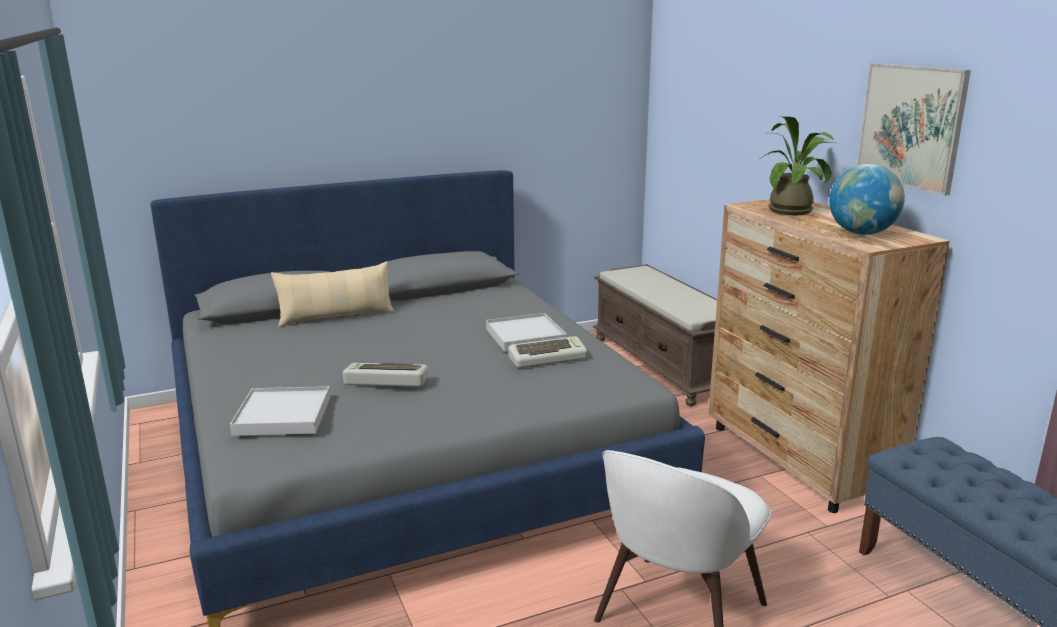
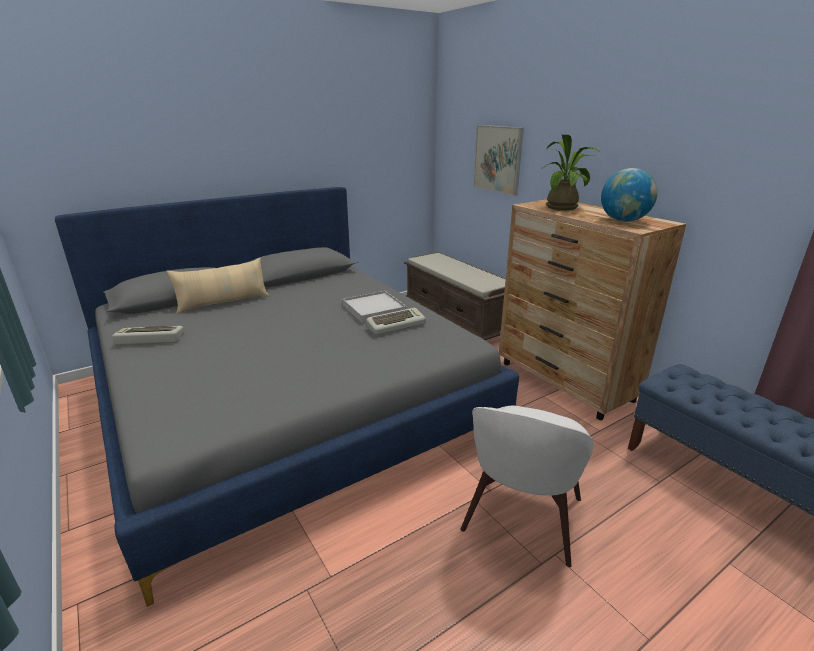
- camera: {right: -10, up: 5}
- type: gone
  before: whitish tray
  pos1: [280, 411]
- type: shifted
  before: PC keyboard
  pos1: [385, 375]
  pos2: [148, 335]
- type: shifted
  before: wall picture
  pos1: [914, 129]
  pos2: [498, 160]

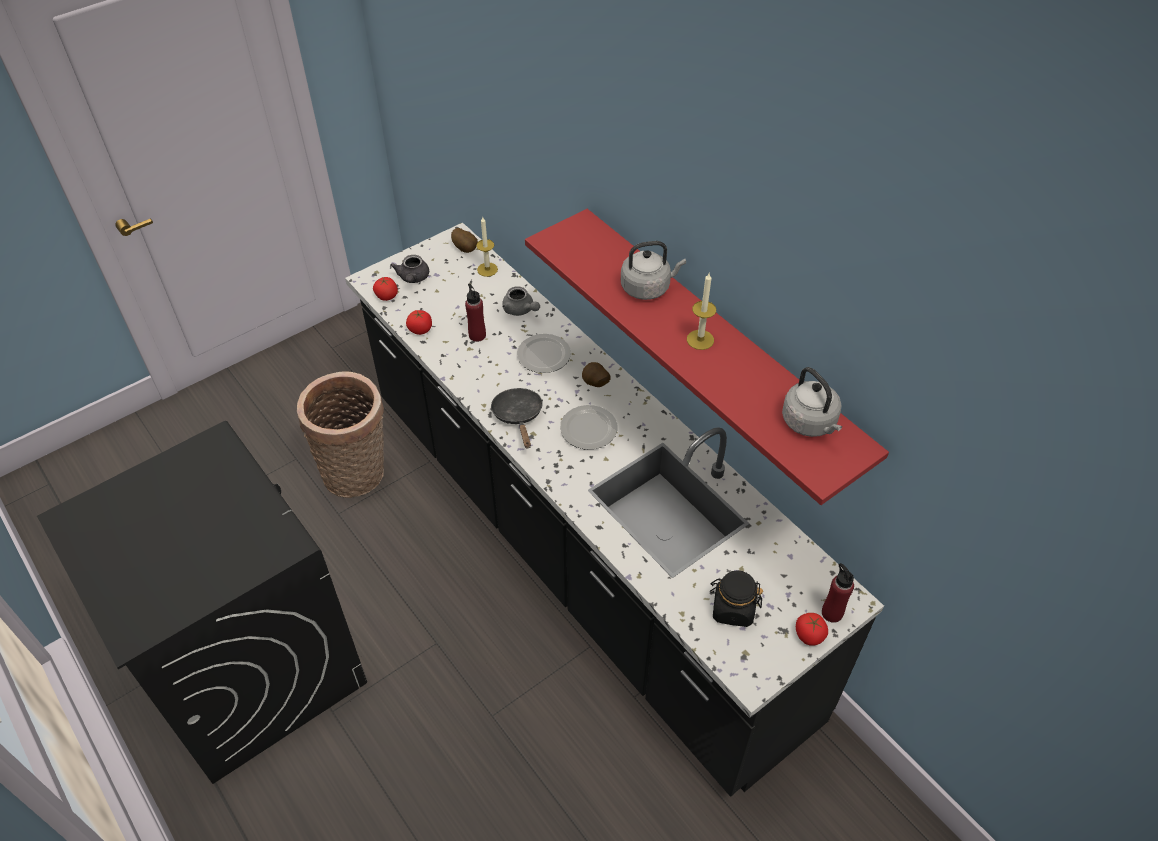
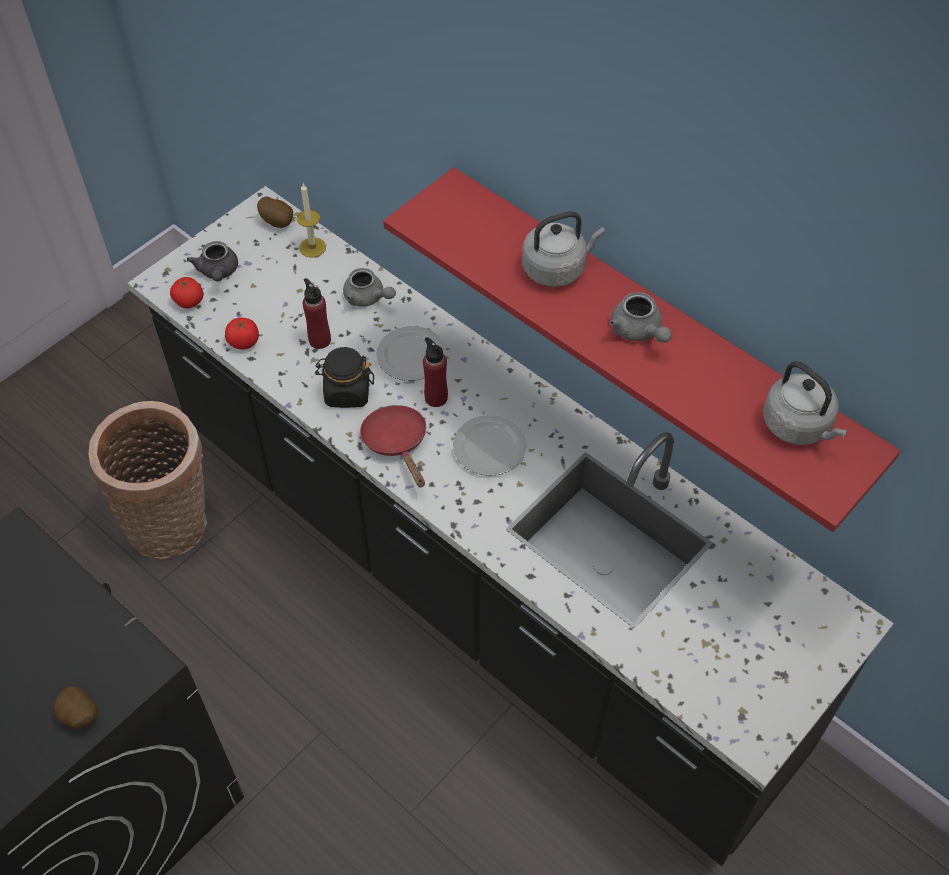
- camera: {right: -10, up: 5}
- type: gone
  before: fresh tomato
  pos1: [812, 629]
- type: shifted
  before: spud
  pos1: [596, 374]
  pos2: [75, 708]
- type: shifted
  before: blackish jar
  pos1: [736, 598]
  pos2: [344, 377]
- type: shifted
  before: reddish beverage bottle
  pos1: [838, 593]
  pos2: [435, 372]
- type: swapped
  before: wax candle
  after: gray pot for tea
  pos1: [701, 311]
  pos2: [641, 317]
- type: repainted
  before: blackish frying pan
  after: reddish frying pan
  pos1: [516, 418]
  pos2: [393, 446]

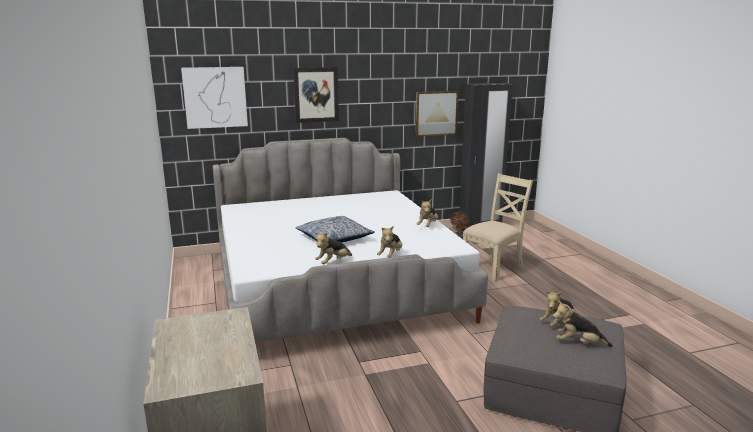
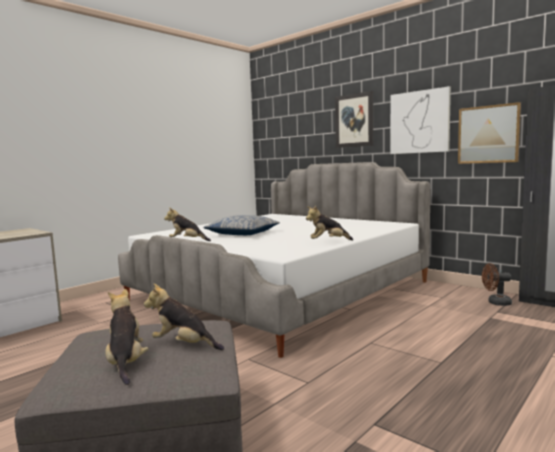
- camera: {right: 60, up: -10}
- type: gone
  before: soft toy
  pos1: [389, 241]
- type: gone
  before: beige plain chair
  pos1: [498, 227]
- type: shifted
  before: wall picture
  pos1: [214, 98]
  pos2: [420, 120]

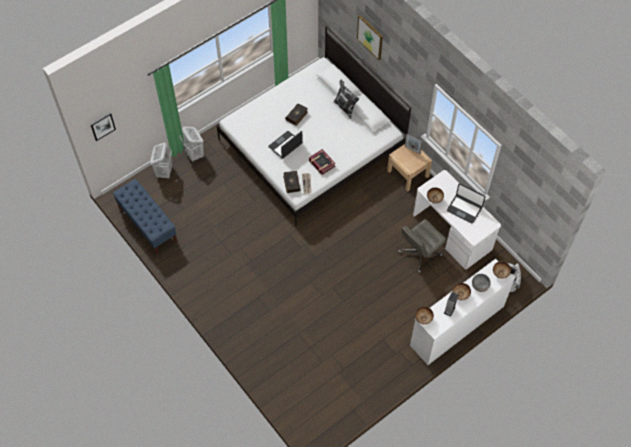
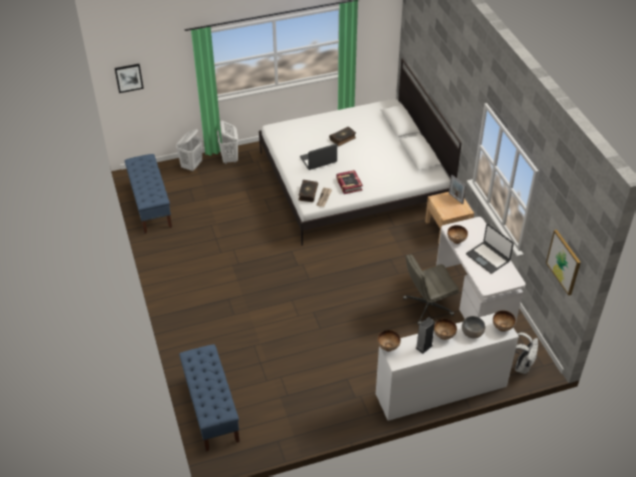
- camera: {right: 20, up: -15}
- type: gone
  before: cushion
  pos1: [346, 99]
- type: new
  after: blue-coloured long seat
  pos2: [209, 397]
- type: shifted
  before: wall picture
  pos1: [370, 37]
  pos2: [563, 262]

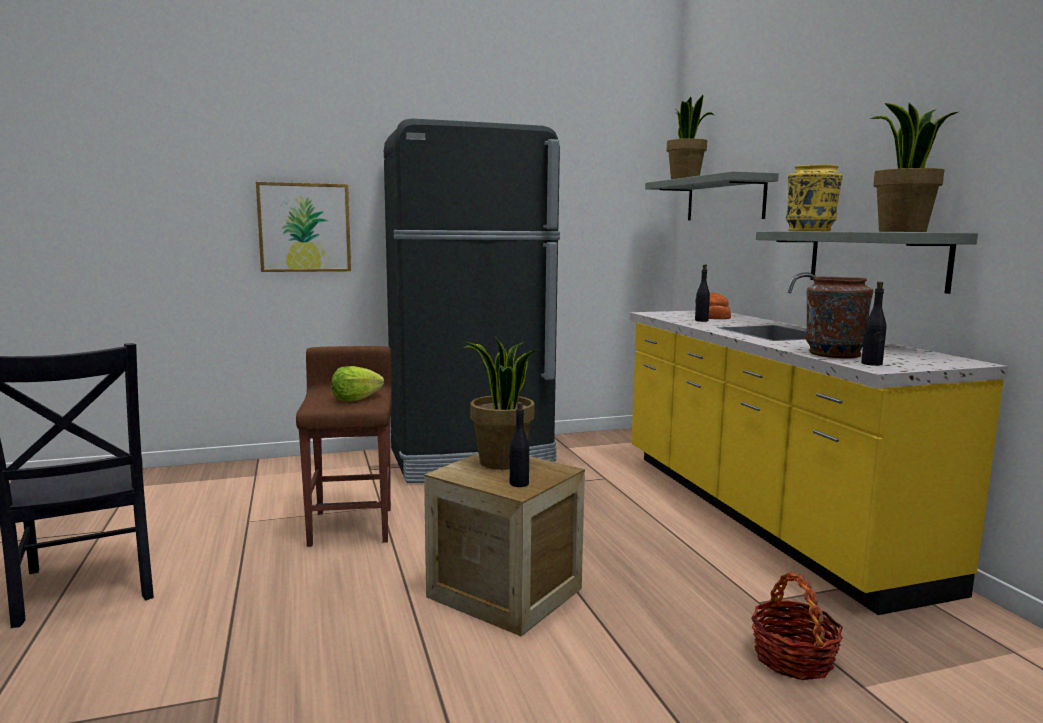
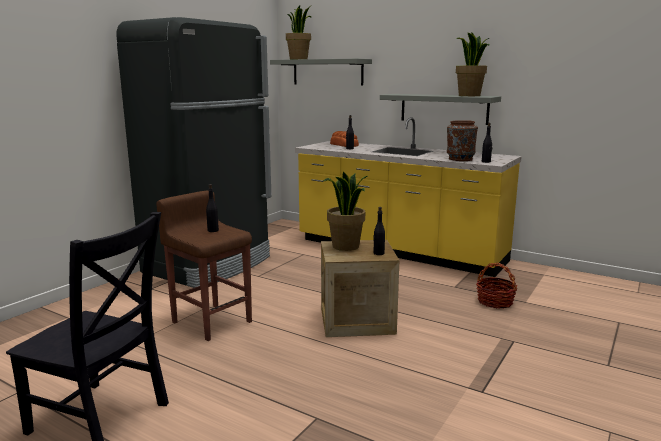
- camera: {right: -40, up: 5}
- type: gone
  before: wall picture
  pos1: [303, 227]
- type: gone
  before: yellow-coloured decorative vase
  pos1: [814, 197]
- type: swapped
  before: head of lettuce
  after: blackish beverage bottle
  pos1: [358, 383]
  pos2: [212, 208]

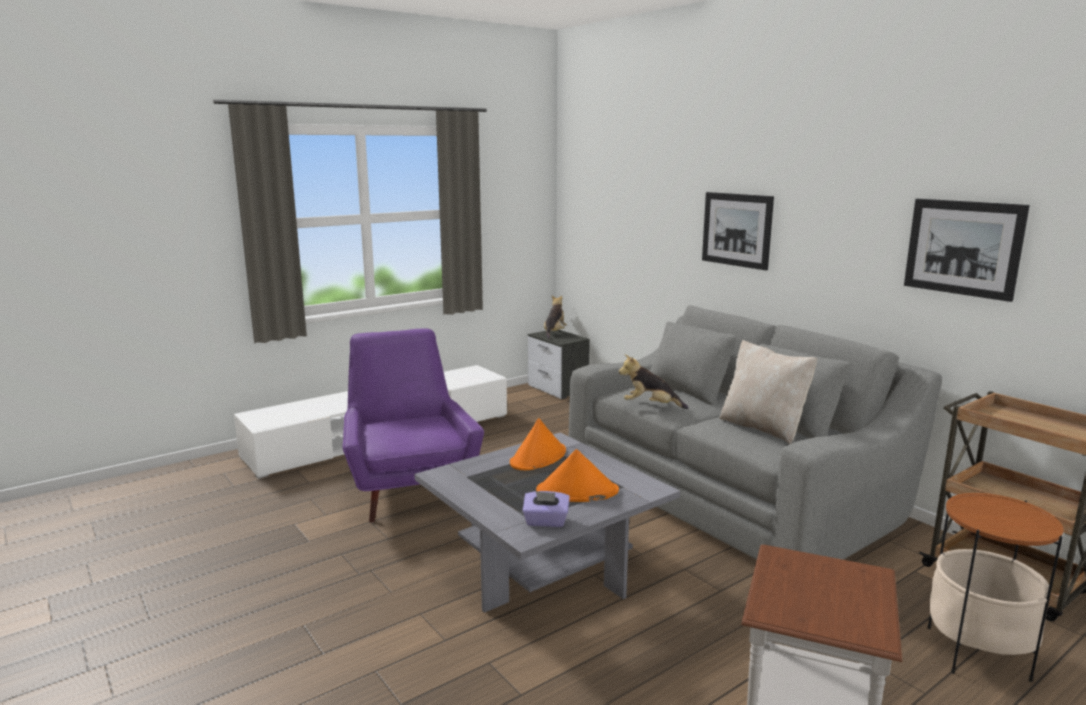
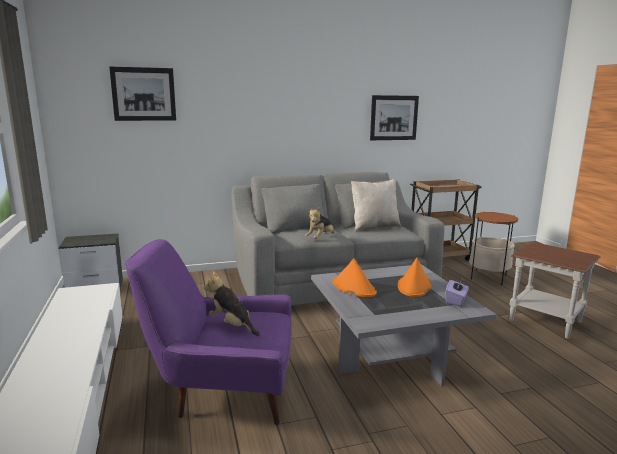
- camera: {right: -70, up: 0}
- type: shifted
  before: soft toy
  pos1: [555, 317]
  pos2: [232, 304]
- type: shifted
  before: wall picture
  pos1: [738, 231]
  pos2: [142, 94]

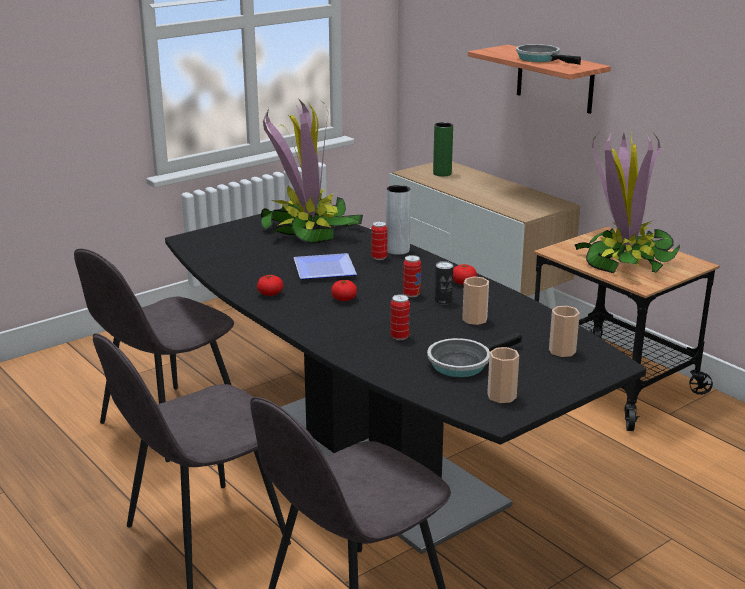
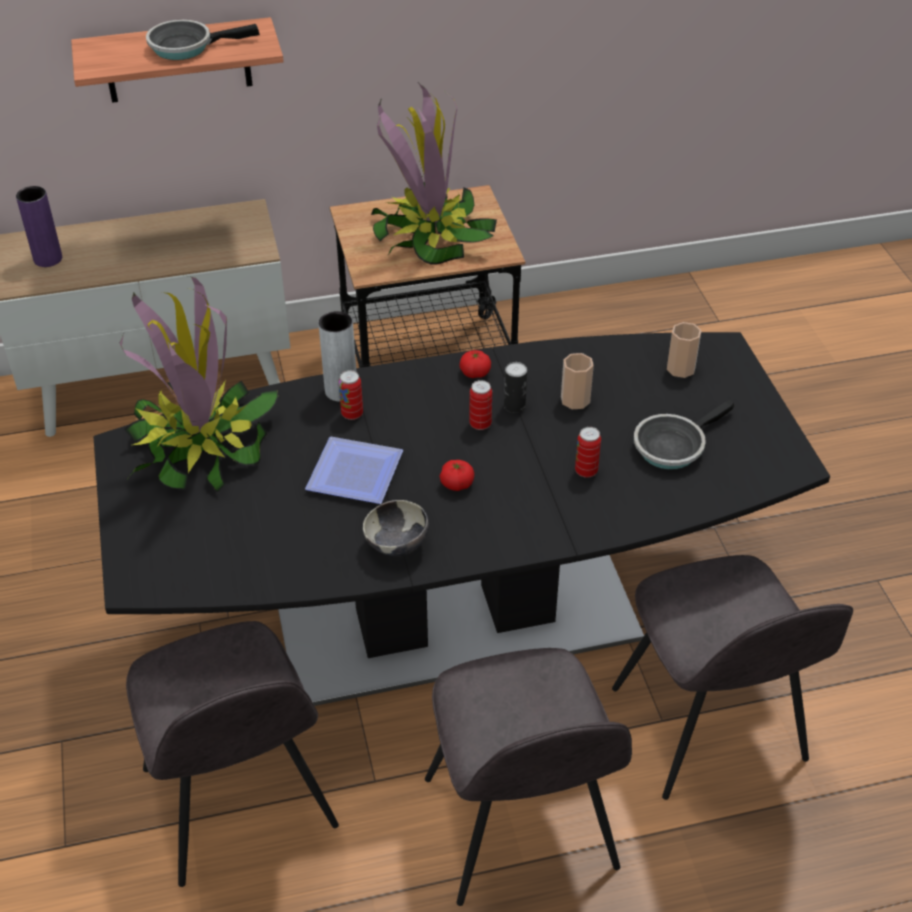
- camera: {right: -65, up: 20}
- type: gone
  before: small cup
  pos1: [503, 375]
- type: swapped
  before: fresh tomato
  after: serving bowl
  pos1: [270, 285]
  pos2: [396, 528]
- type: repainted
  before: green-coloured decorative vase
  after: purplish decorative vase
  pos1: [443, 149]
  pos2: [39, 226]
- type: rotated
  before: frying pan
  pos1: [474, 354]
  pos2: [684, 435]
  turn: 60

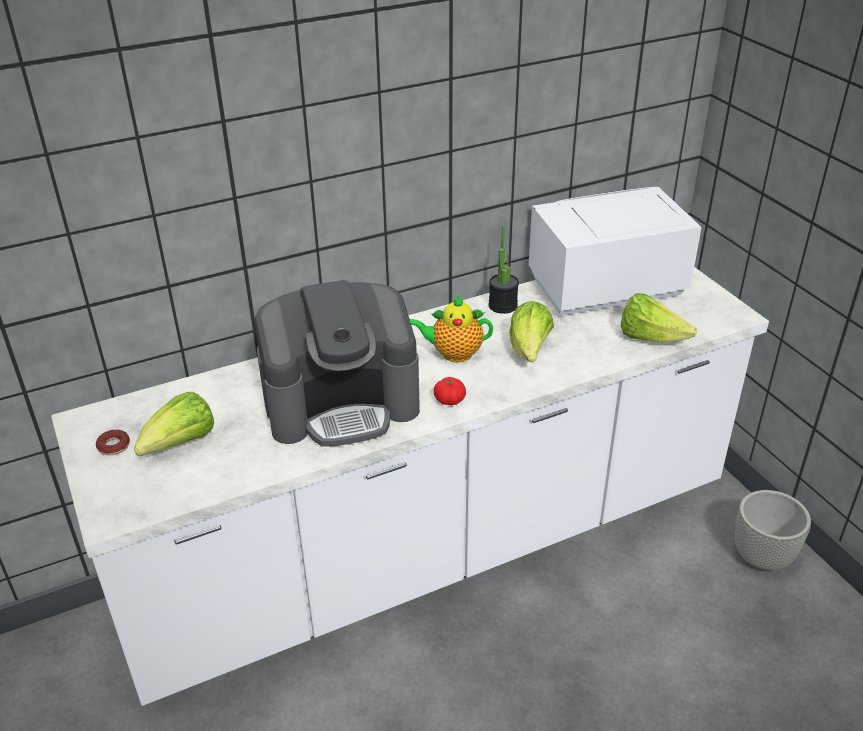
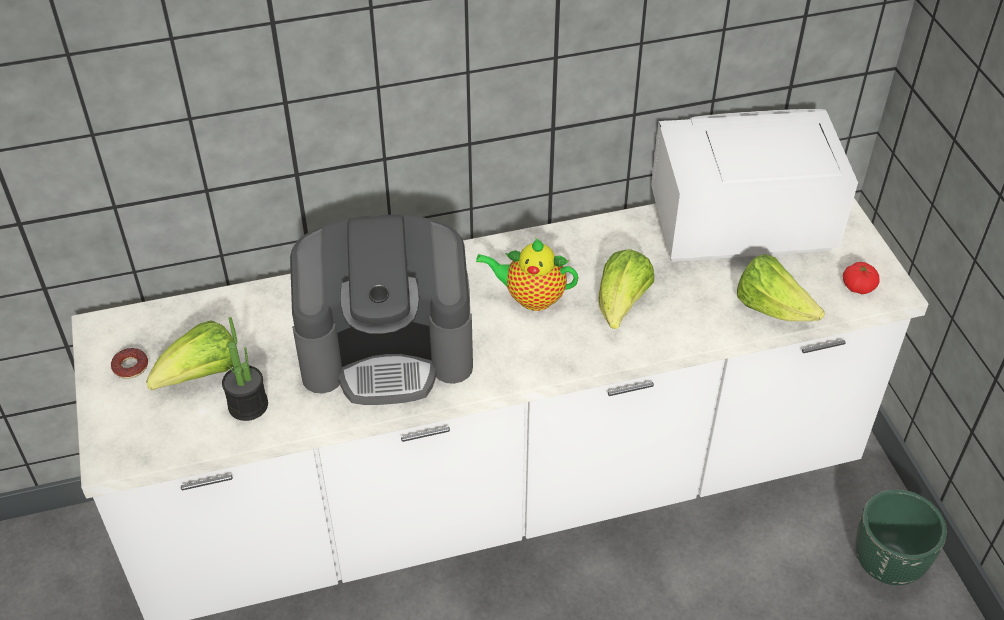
- camera: {right: 10, up: 10}
- type: shifted
  before: fresh tomato
  pos1: [450, 391]
  pos2: [861, 278]
- type: shifted
  before: plant in a pot
  pos1: [504, 270]
  pos2: [245, 369]
- type: repainted
  before: gray plant pot
  after: green-coloured plant pot
  pos1: [773, 530]
  pos2: [901, 537]

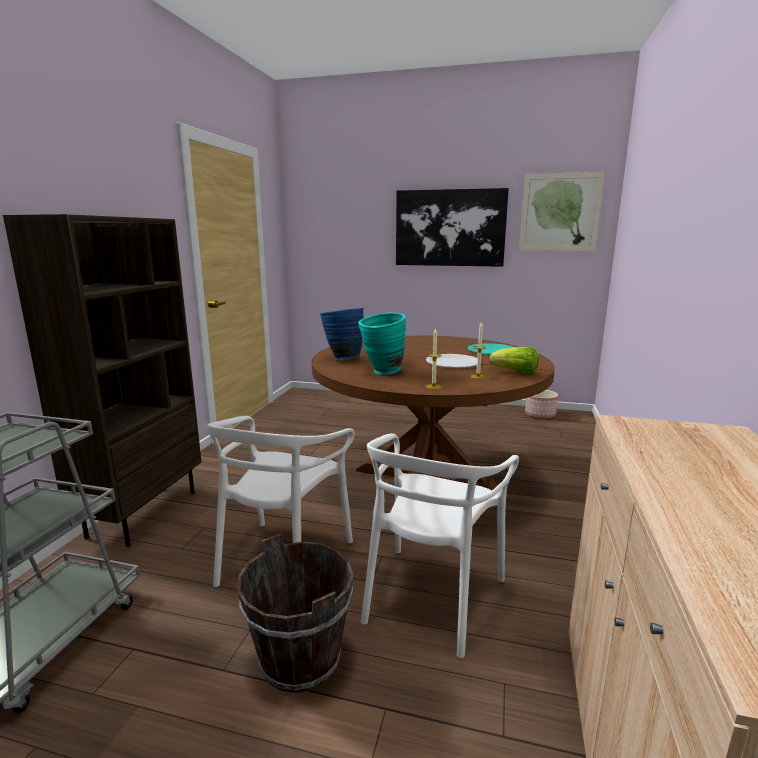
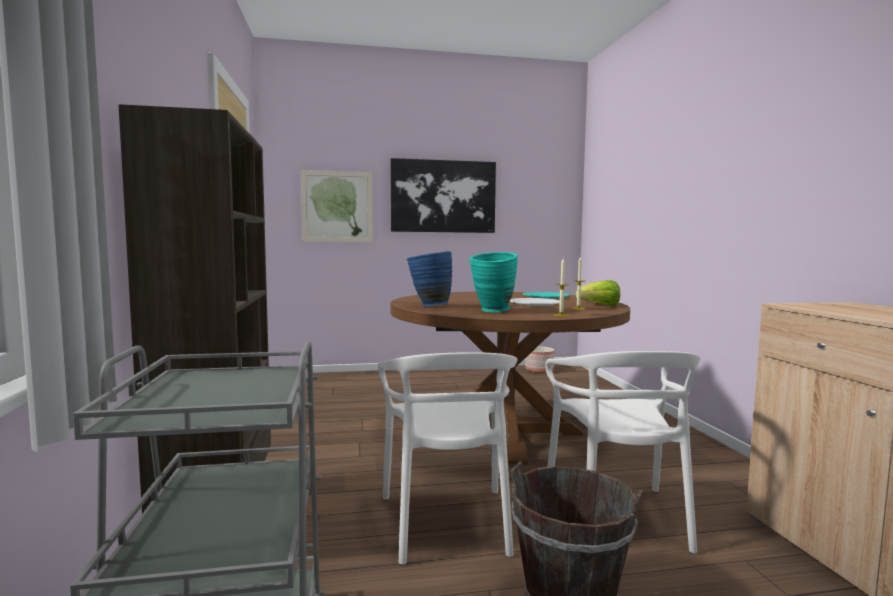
- camera: {right: -25, up: -10}
- type: shifted
  before: wall picture
  pos1: [562, 211]
  pos2: [337, 206]

